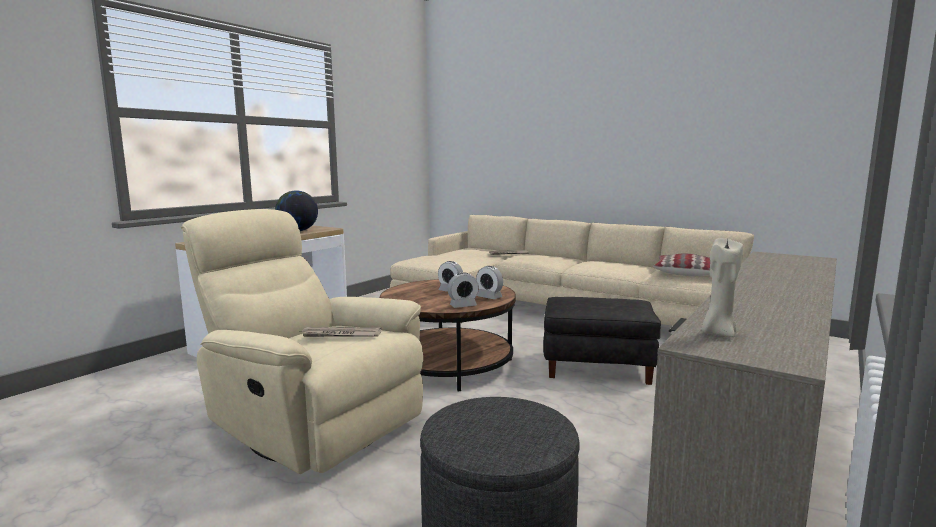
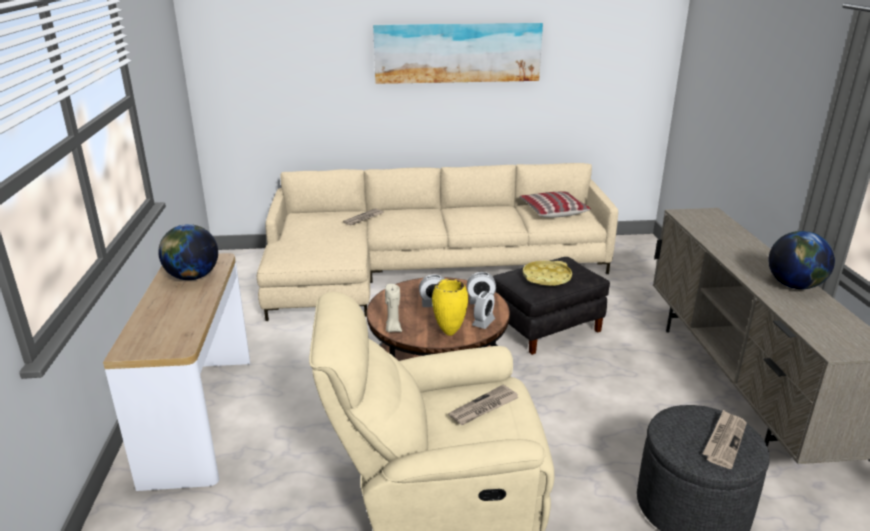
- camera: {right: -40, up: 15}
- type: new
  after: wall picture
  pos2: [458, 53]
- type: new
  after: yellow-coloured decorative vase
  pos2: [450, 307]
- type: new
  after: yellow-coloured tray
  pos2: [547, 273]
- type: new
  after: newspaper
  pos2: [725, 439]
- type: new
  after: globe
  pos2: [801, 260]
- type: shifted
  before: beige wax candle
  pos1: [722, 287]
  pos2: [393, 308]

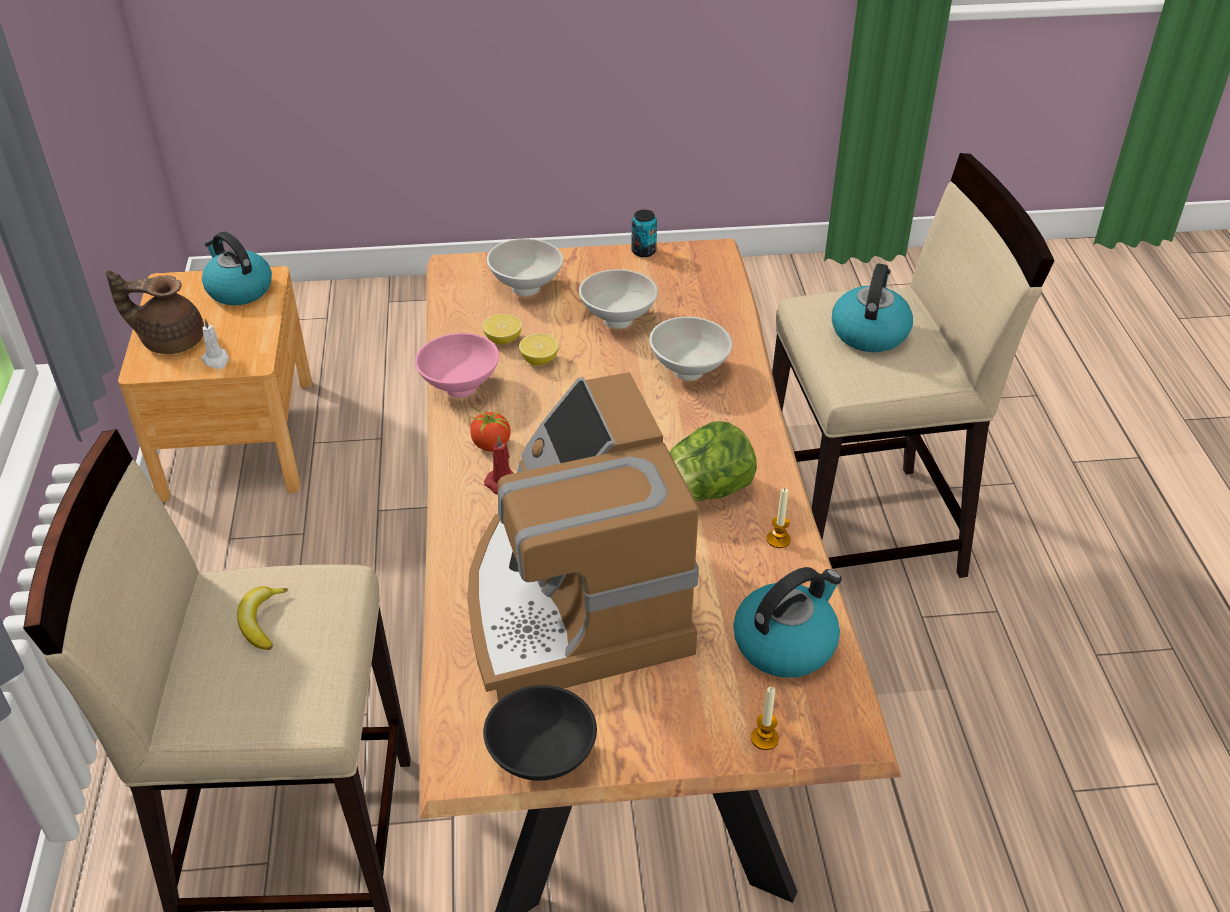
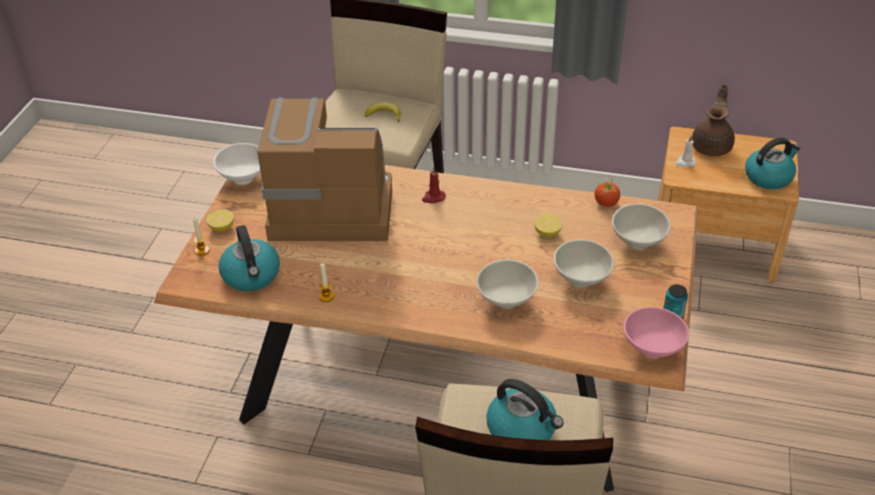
- camera: {right: 110, up: 0}
- type: gone
  before: head of lettuce
  pos1: [713, 461]
- type: shifted
  before: pinkish serving bowl
  pos1: [457, 365]
  pos2: [656, 333]
- type: shifted
  before: fresh tomato
  pos1: [489, 429]
  pos2: [607, 192]
- type: shifted
  before: lemon
  pos1: [502, 329]
  pos2: [220, 220]
- type: repainted
  before: blackish serving bowl
  after: whitish serving bowl
  pos1: [540, 733]
  pos2: [237, 164]

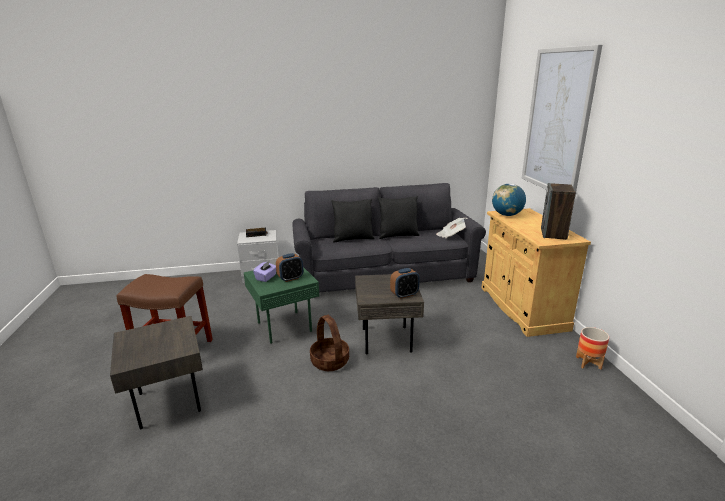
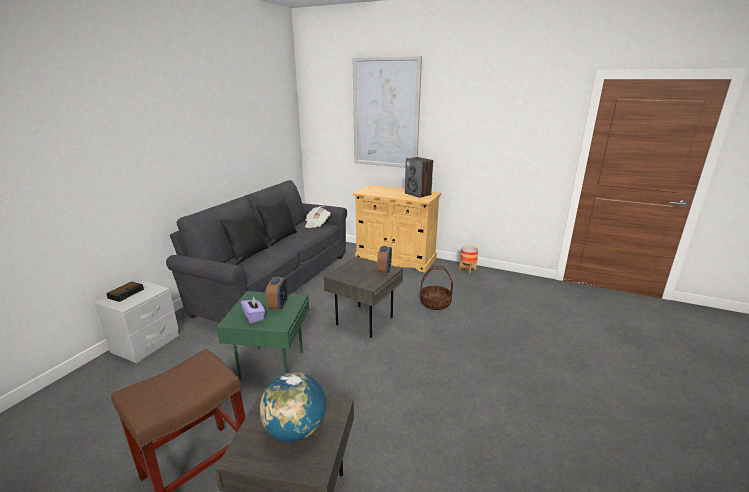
- camera: {right: -55, up: 0}
- type: shifted
  before: basket
  pos1: [329, 343]
  pos2: [436, 288]
- type: shifted
  before: globe
  pos1: [509, 199]
  pos2: [293, 407]

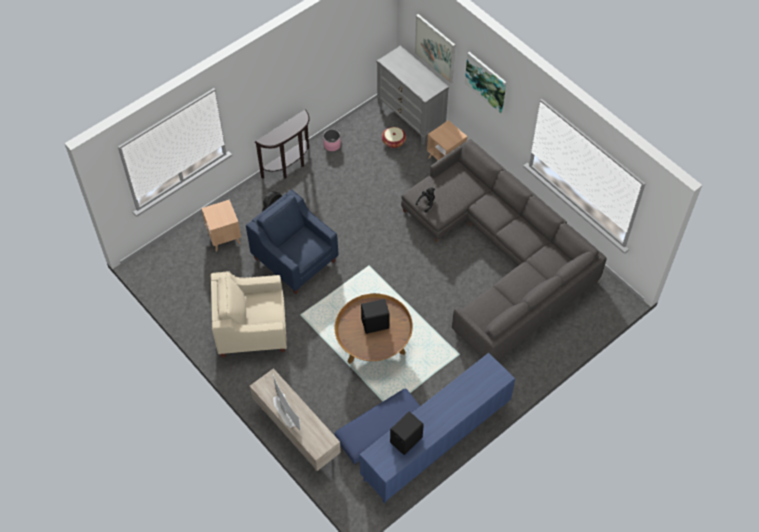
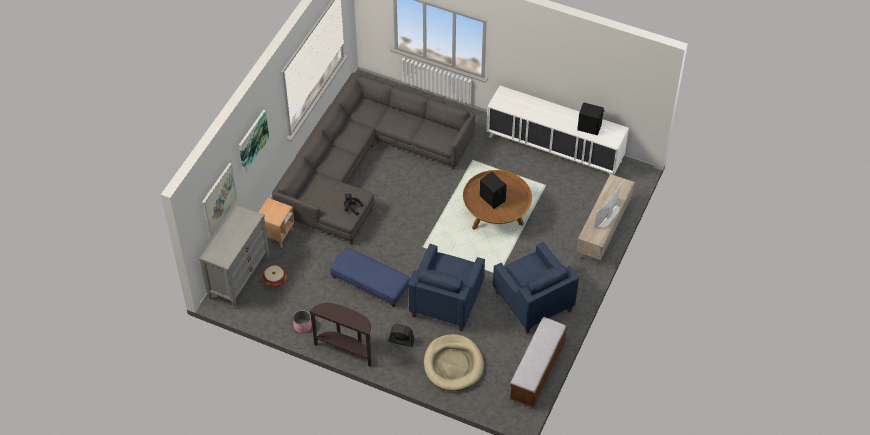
- camera: {right: -115, up: -5}
- type: new
  after: long seat
  pos2: [539, 362]
- type: shifted
  before: blue-coloured footrest
  pos1: [377, 426]
  pos2: [370, 277]
- type: swapped
  before: brown-coloured side table
  after: beige dog cushion
  pos1: [221, 226]
  pos2: [454, 362]
- type: repainted
  before: beige easy chair
  after: blue-coloured easy chair
  pos1: [249, 314]
  pos2: [536, 288]
- type: repainted
  before: blue-coloured cupboard
  after: whitish cupboard
  pos1: [437, 428]
  pos2: [557, 130]

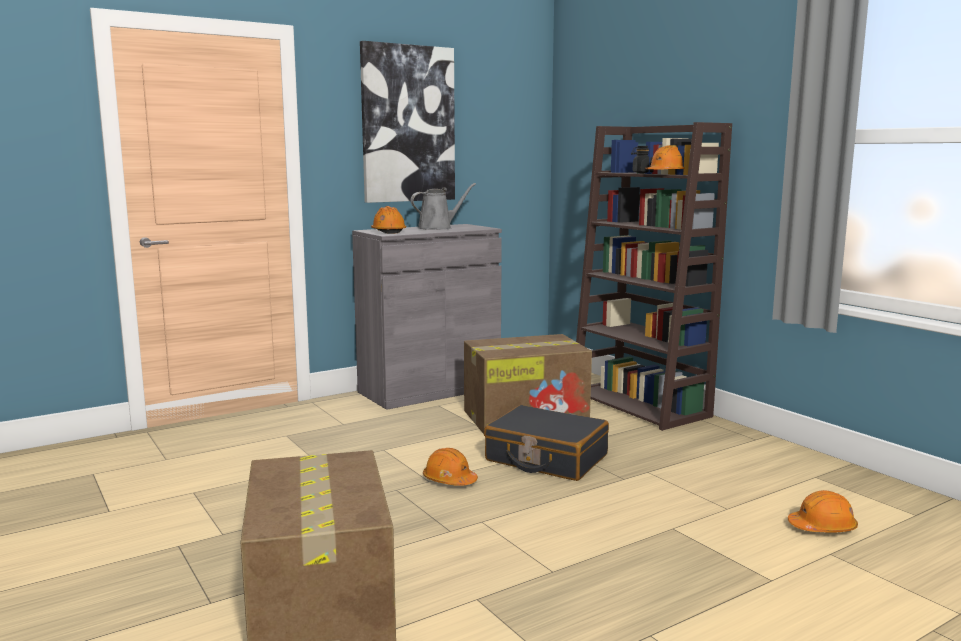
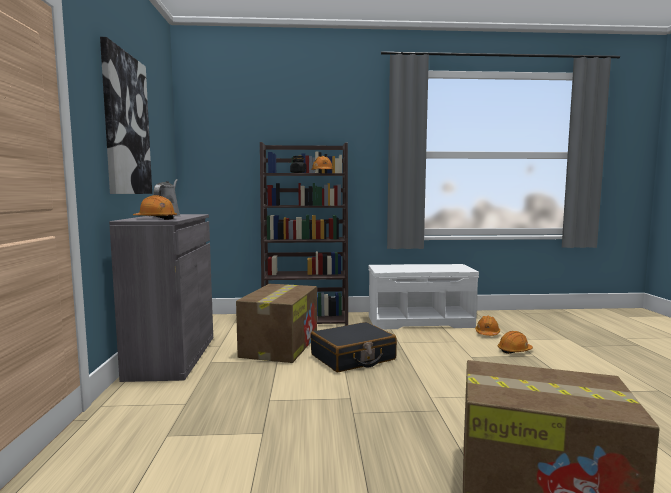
- camera: {right: -60, up: -5}
- type: new
  after: whitish long seat
  pos2: [424, 296]
- type: shifted
  before: orange work helmet
  pos1: [450, 467]
  pos2: [515, 342]

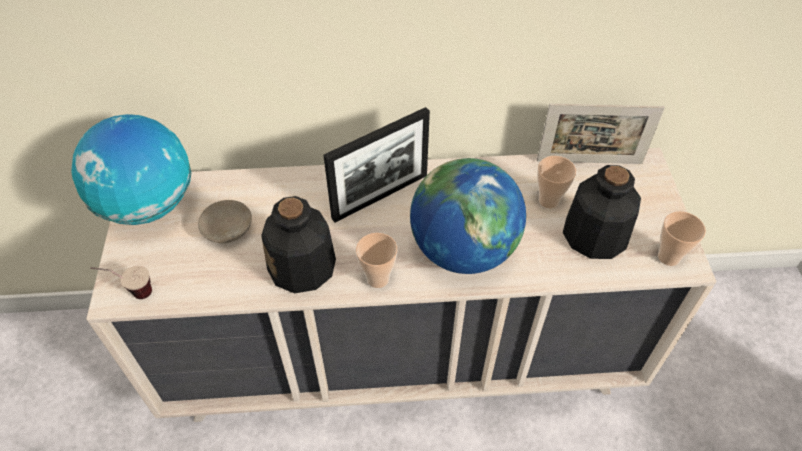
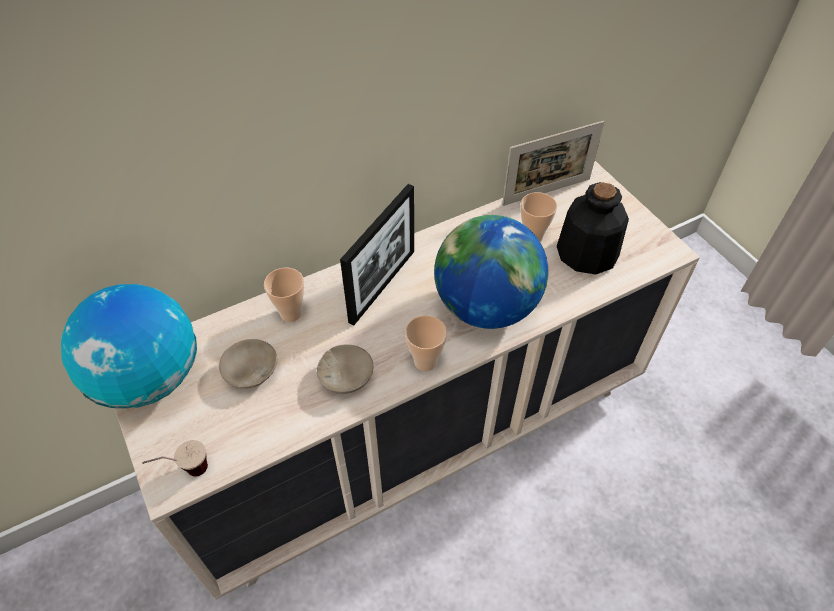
- camera: {right: -25, up: 0}
- type: shifted
  before: small cup
  pos1: [682, 238]
  pos2: [284, 295]
- type: swapped
  before: beverage bottle
  after: beige serving bowl
  pos1: [298, 244]
  pos2: [345, 369]

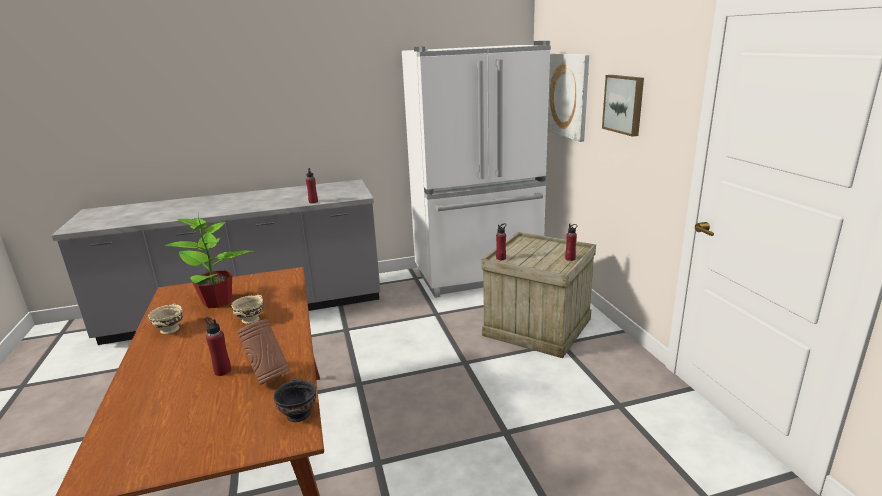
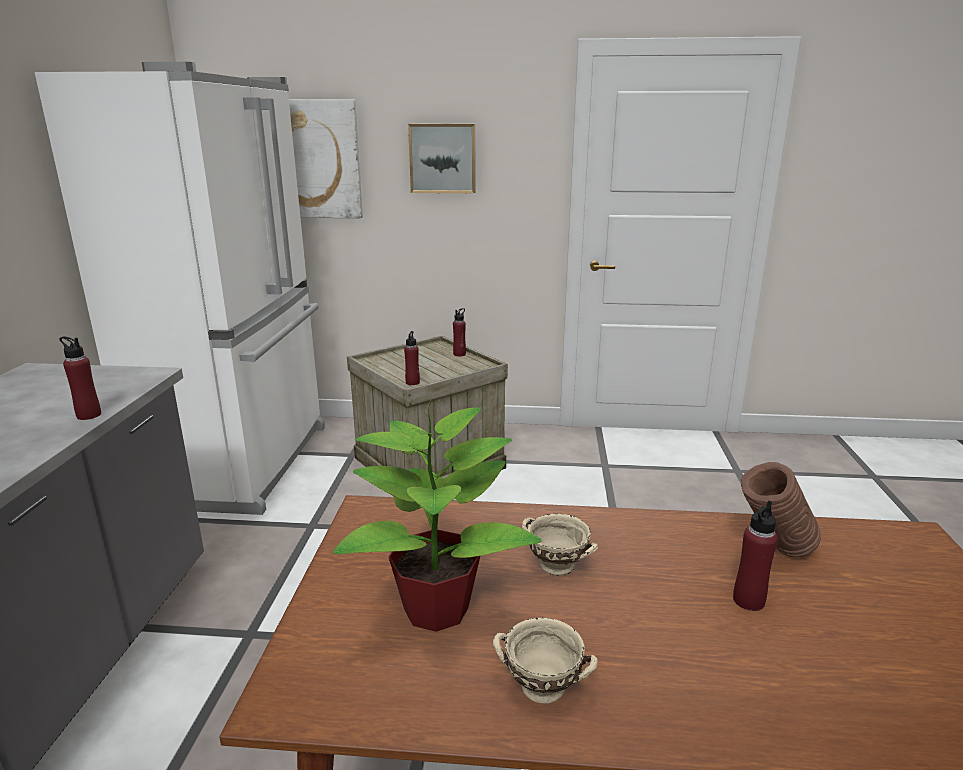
- camera: {right: -70, up: 0}
- type: gone
  before: blackish serving bowl
  pos1: [295, 400]

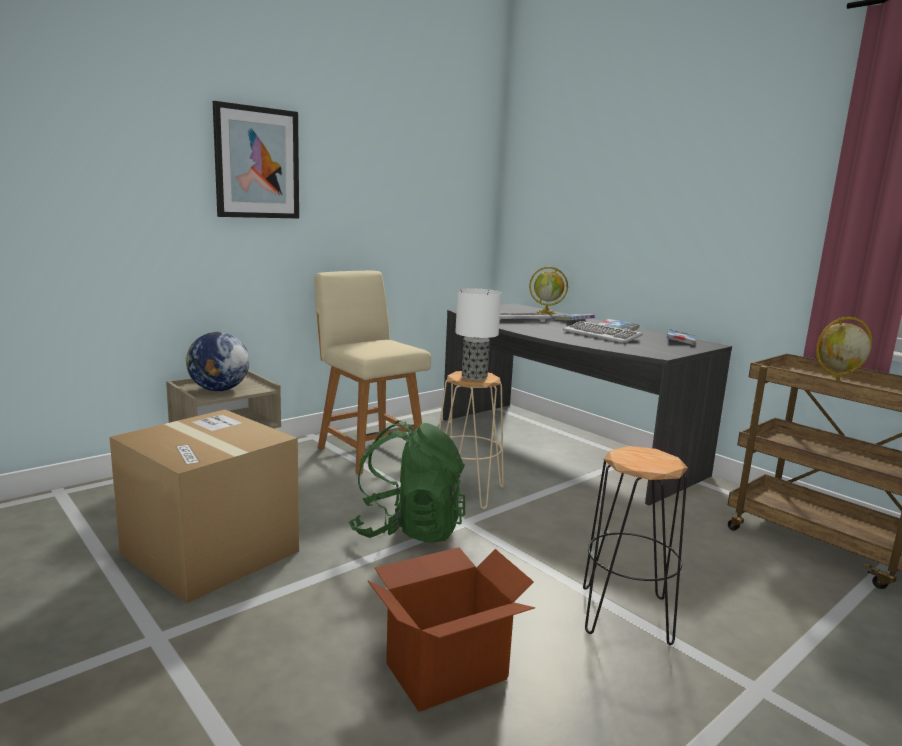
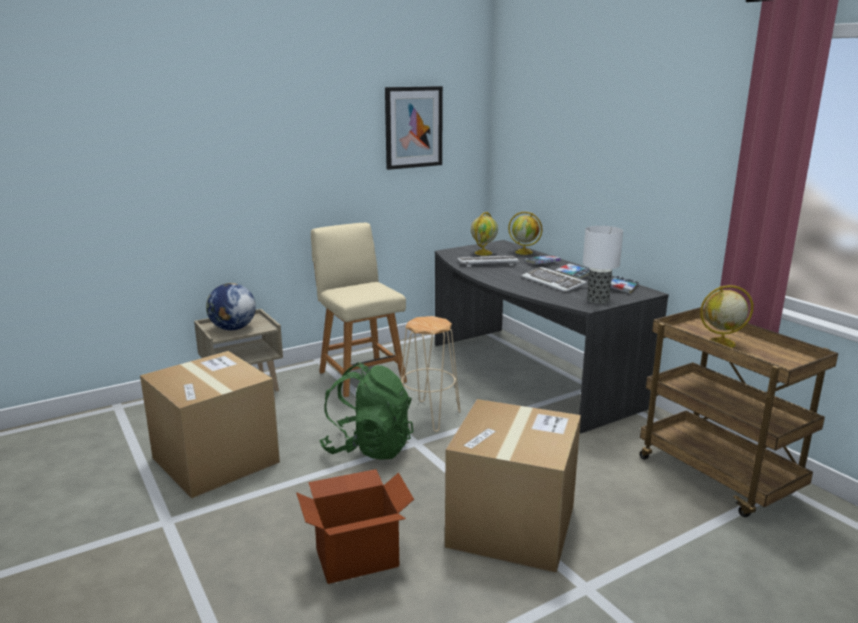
- camera: {right: 10, up: 5}
- type: new
  after: globe
  pos2: [484, 234]
- type: shifted
  before: wall picture
  pos1: [256, 159]
  pos2: [414, 128]
- type: shifted
  before: lamp for a table
  pos1: [478, 334]
  pos2: [603, 265]
- type: swapped
  before: blackish stool seat
  after: cardboard box
  pos1: [635, 545]
  pos2: [513, 486]

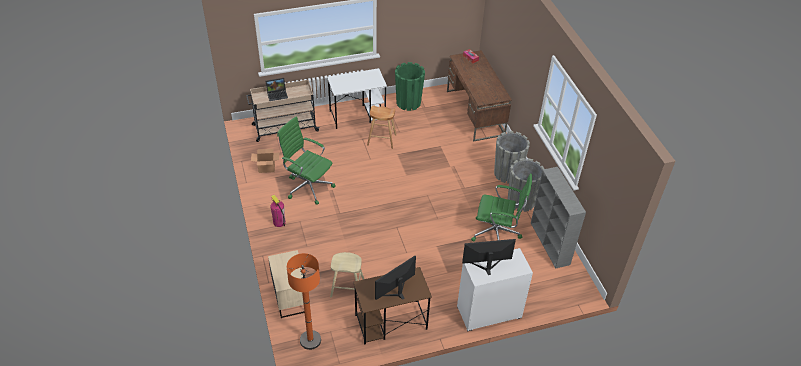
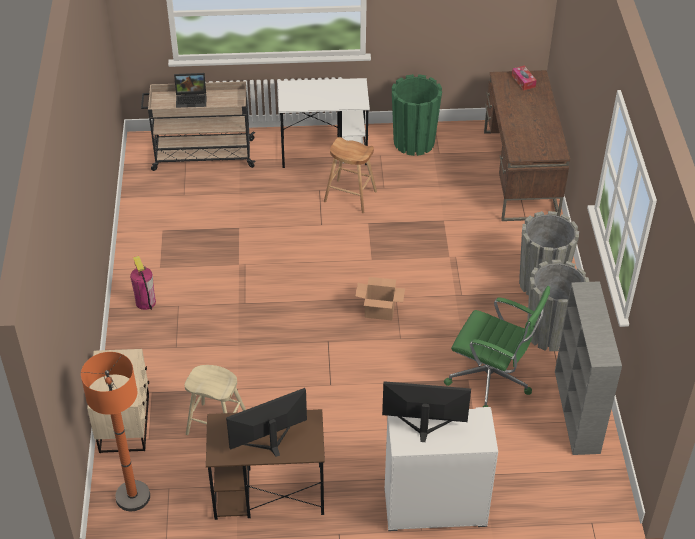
- camera: {right: 15, up: 0}
- type: gone
  before: green-coloured office chair
  pos1: [306, 160]
- type: shifted
  before: cardboard box
  pos1: [265, 161]
  pos2: [380, 298]

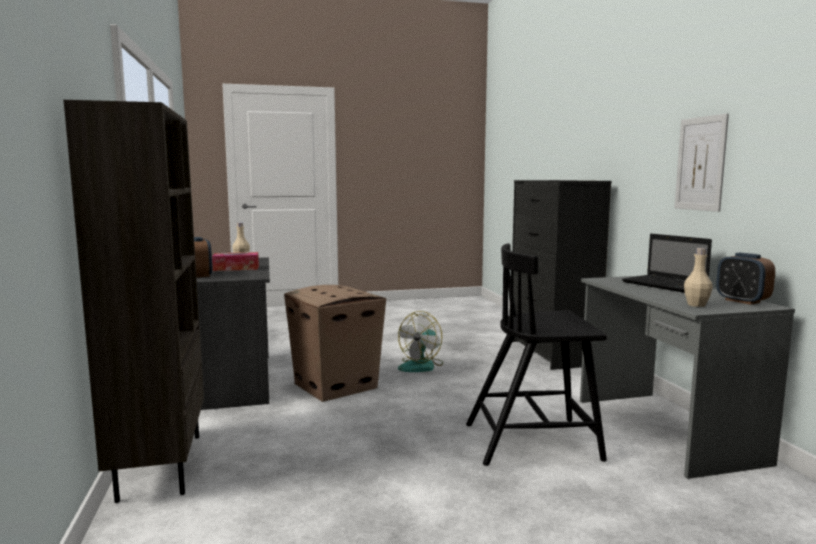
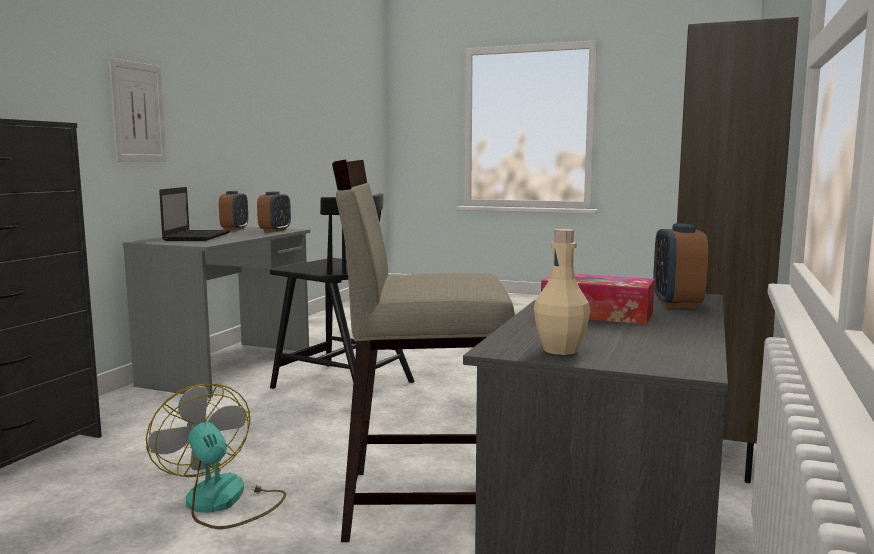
- camera: {right: -145, up: 0}
- type: swapped
  before: cardboard box
  after: beige stool seat
  pos1: [335, 343]
  pos2: [423, 350]
- type: swapped
  before: beige beverage bottle
  after: alarm clock
  pos1: [698, 277]
  pos2: [274, 211]
- type: rotated
  before: fan
  pos1: [420, 341]
  pos2: [216, 456]
  turn: -105

